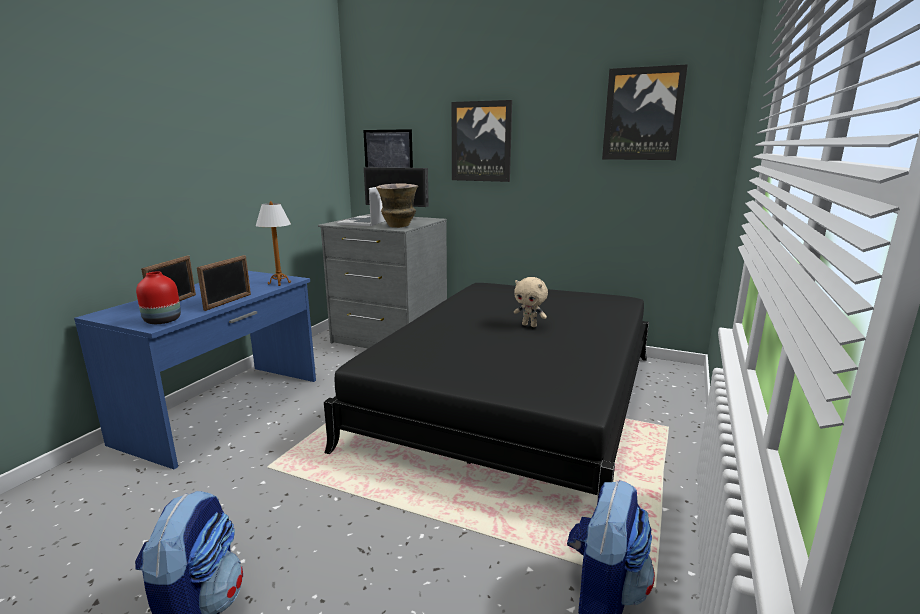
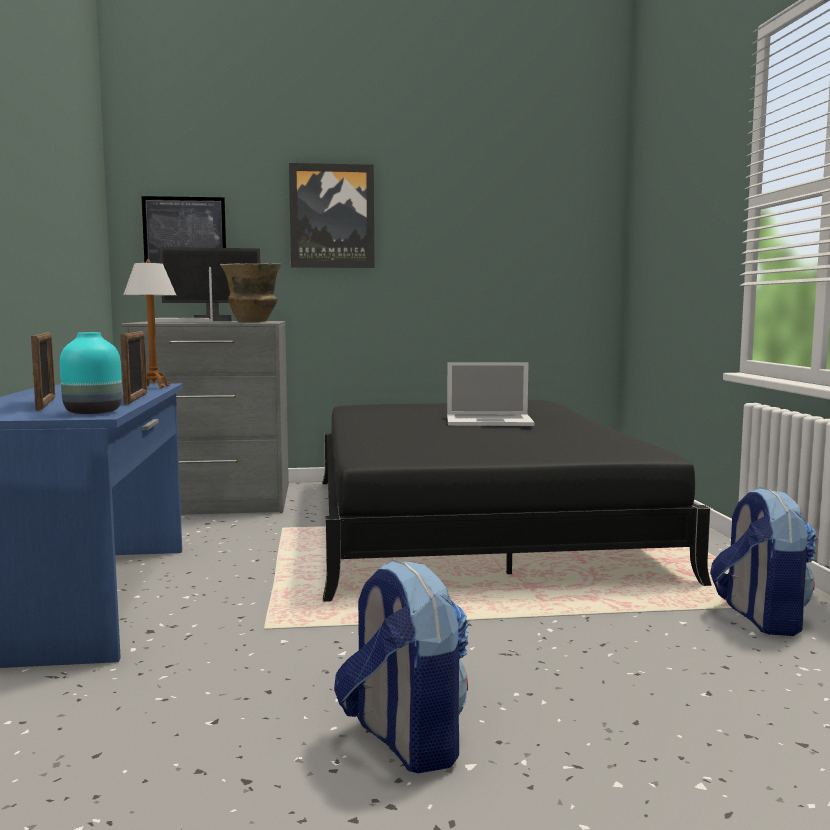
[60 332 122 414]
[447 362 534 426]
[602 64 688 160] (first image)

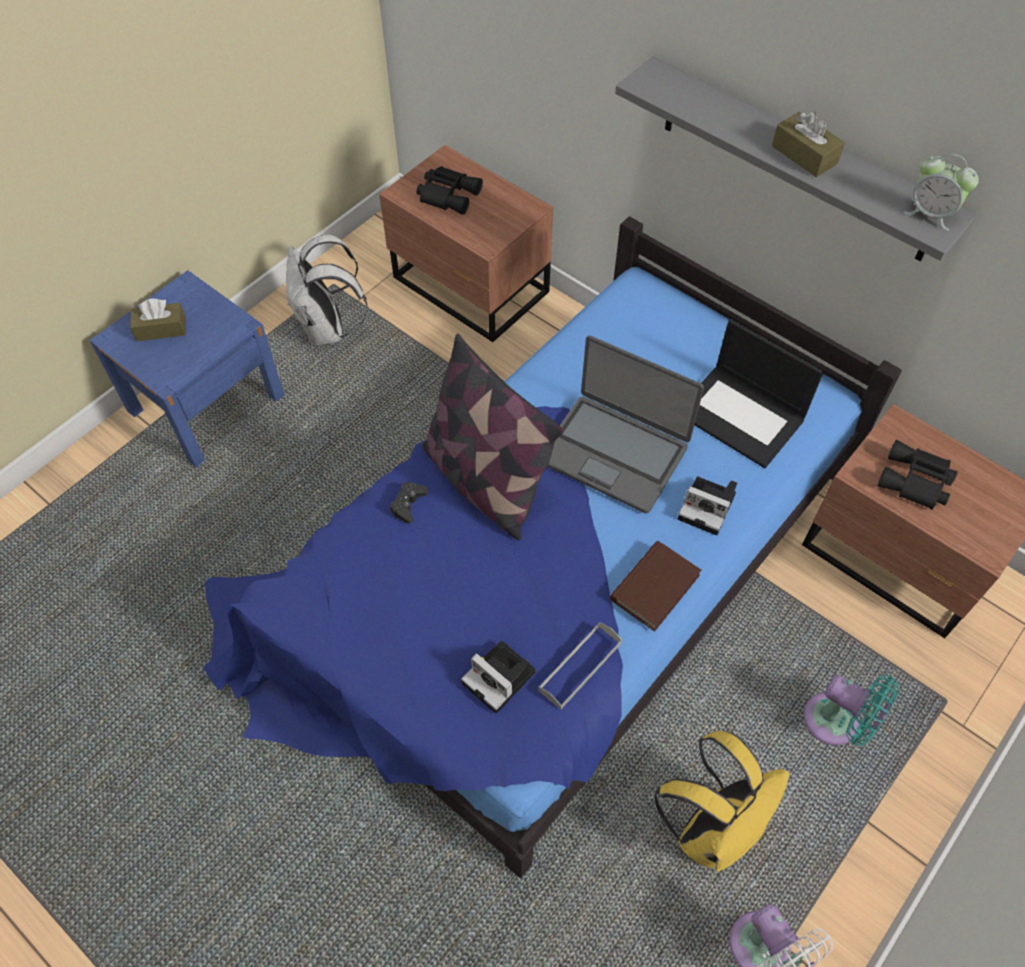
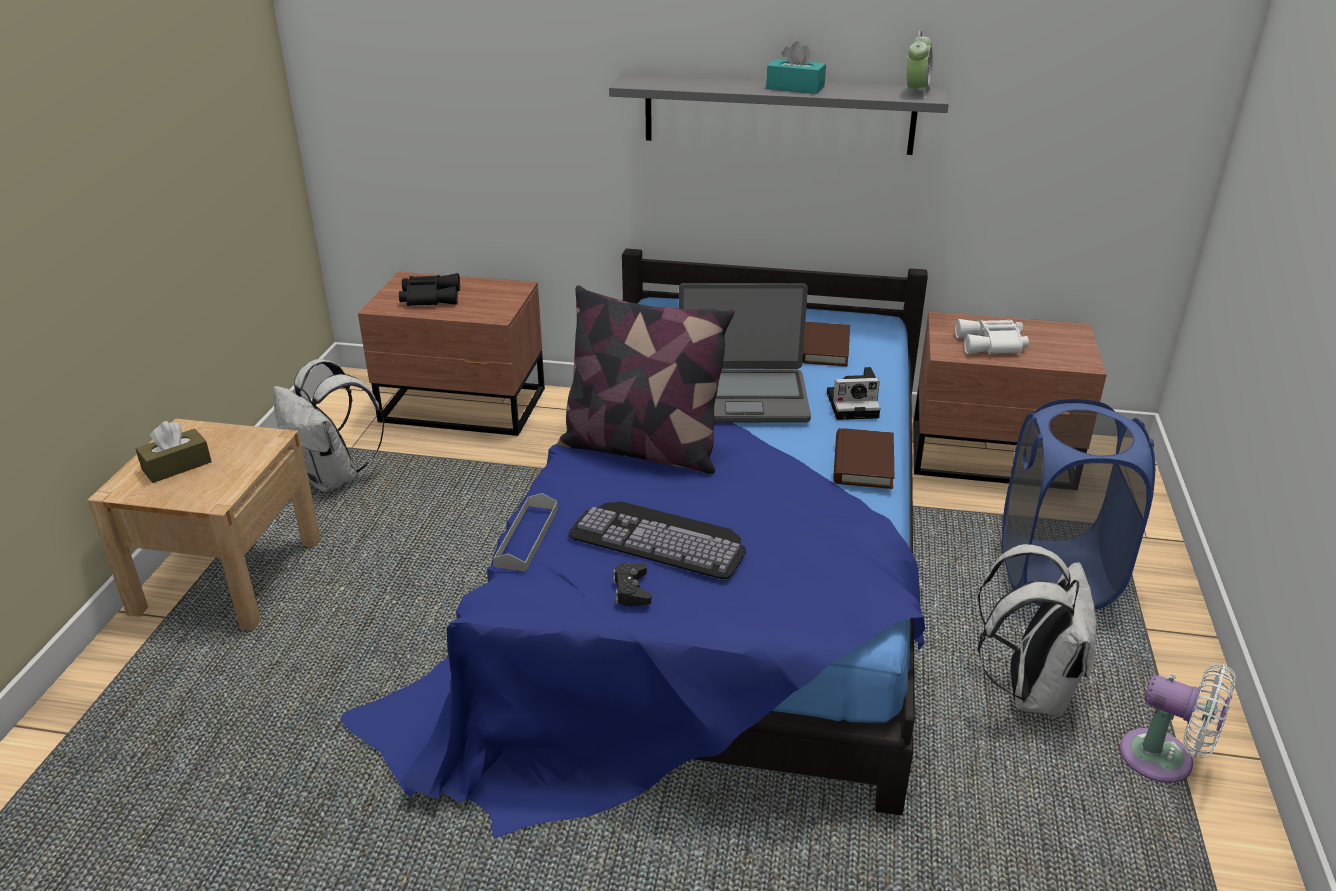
[87 419 321 631]
[493 493 558 572]
[568 501 746 579]
[613 563 652 606]
[766 41 826 94]
[802 322 850 366]
[906 31 933 98]
[955 319 1029 354]
[978 544 1097 717]
[1002 399 1155 610]
[461 641 536 713] (first image)

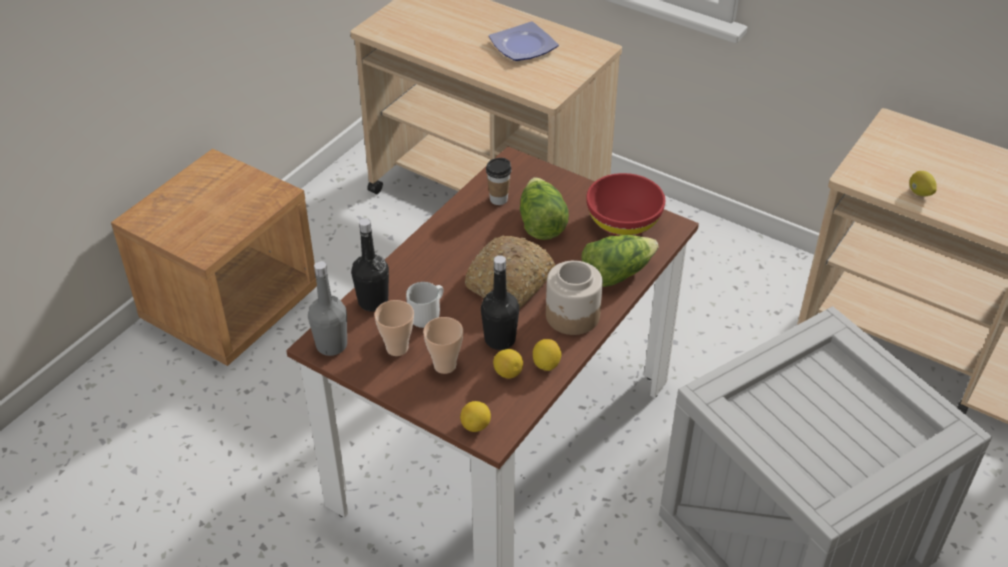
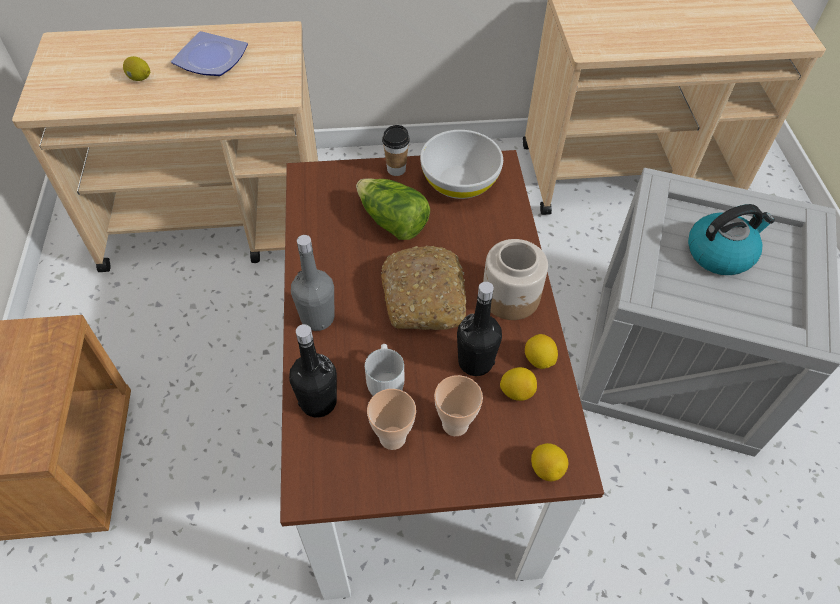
[123 56 150 81]
[291 235 334 331]
[382 125 410 176]
[420 130 503 199]
[688 204 775 275]
[581 235 658 287] (first image)

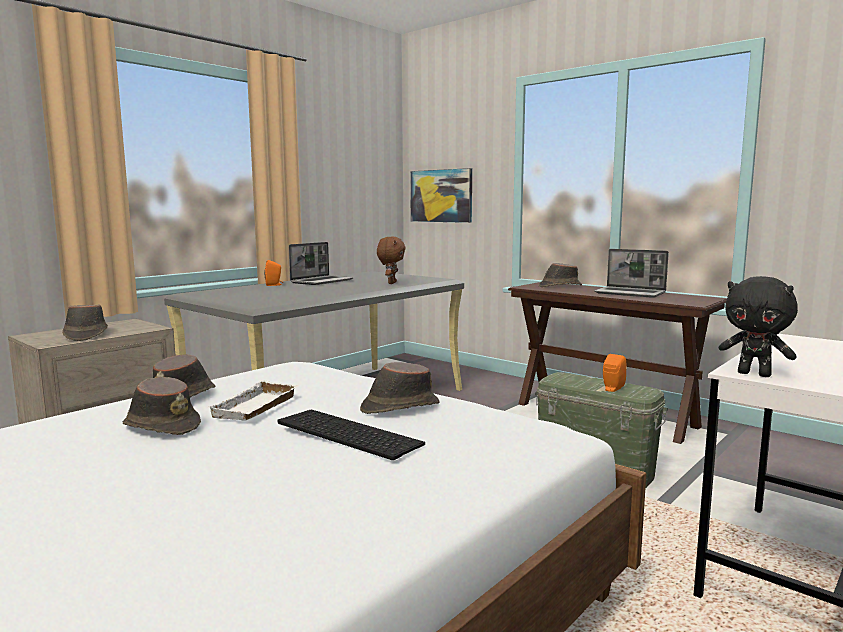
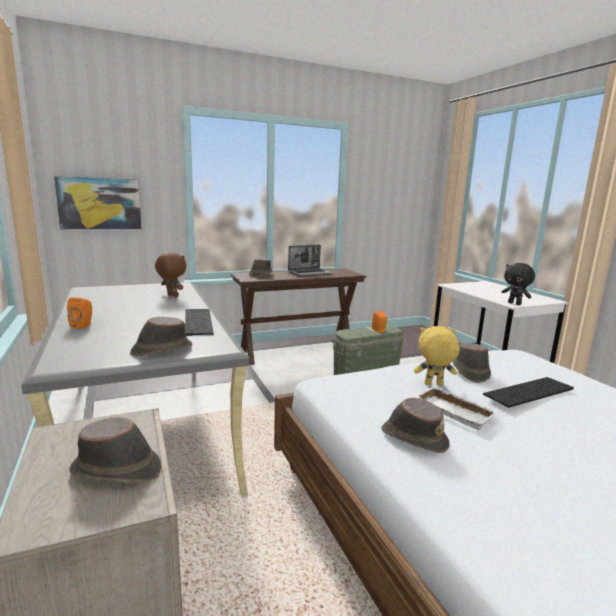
[130 317 192 357]
[185 309 214 336]
[414 326 460 386]
[502 263 535 305]
[289 242 353 285] (first image)

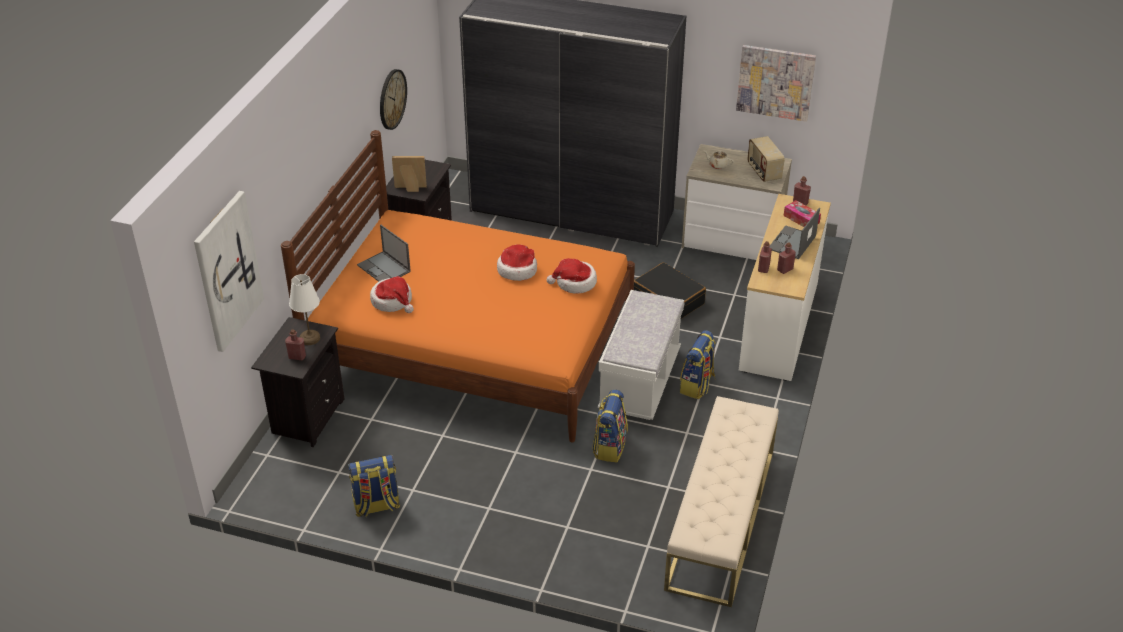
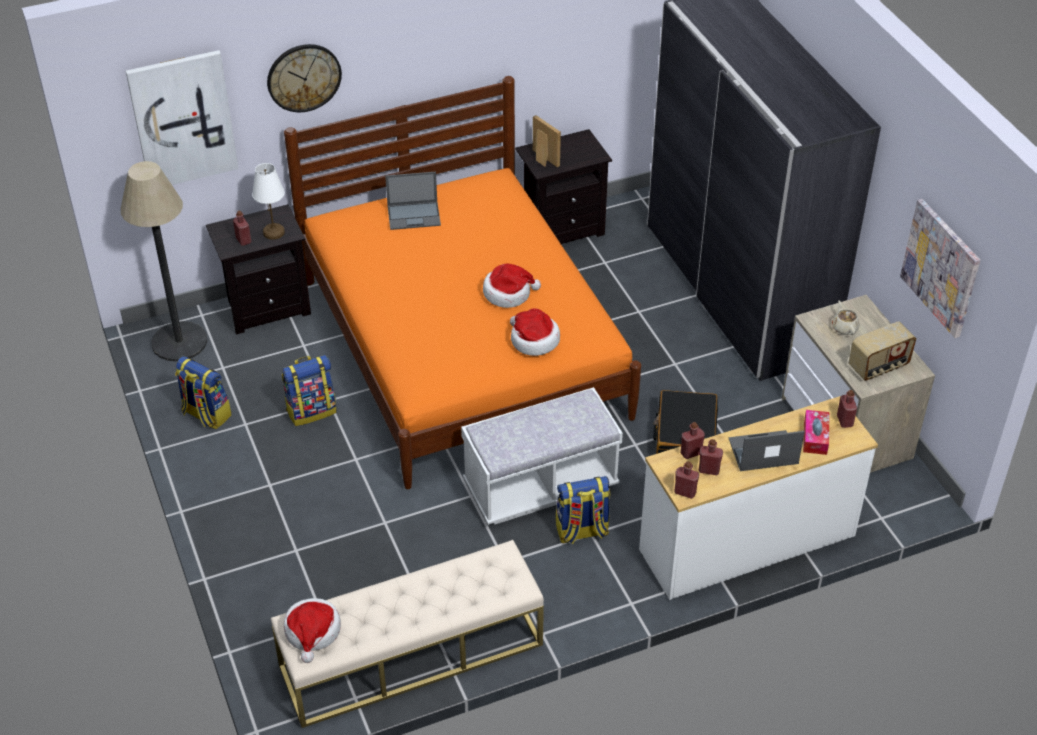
[121 161 207 361]
[267 44 342 112]
[282 355 337 426]
[284 598 341 663]
[385 172 441 230]
[674 461 699 499]
[849 321 916 381]

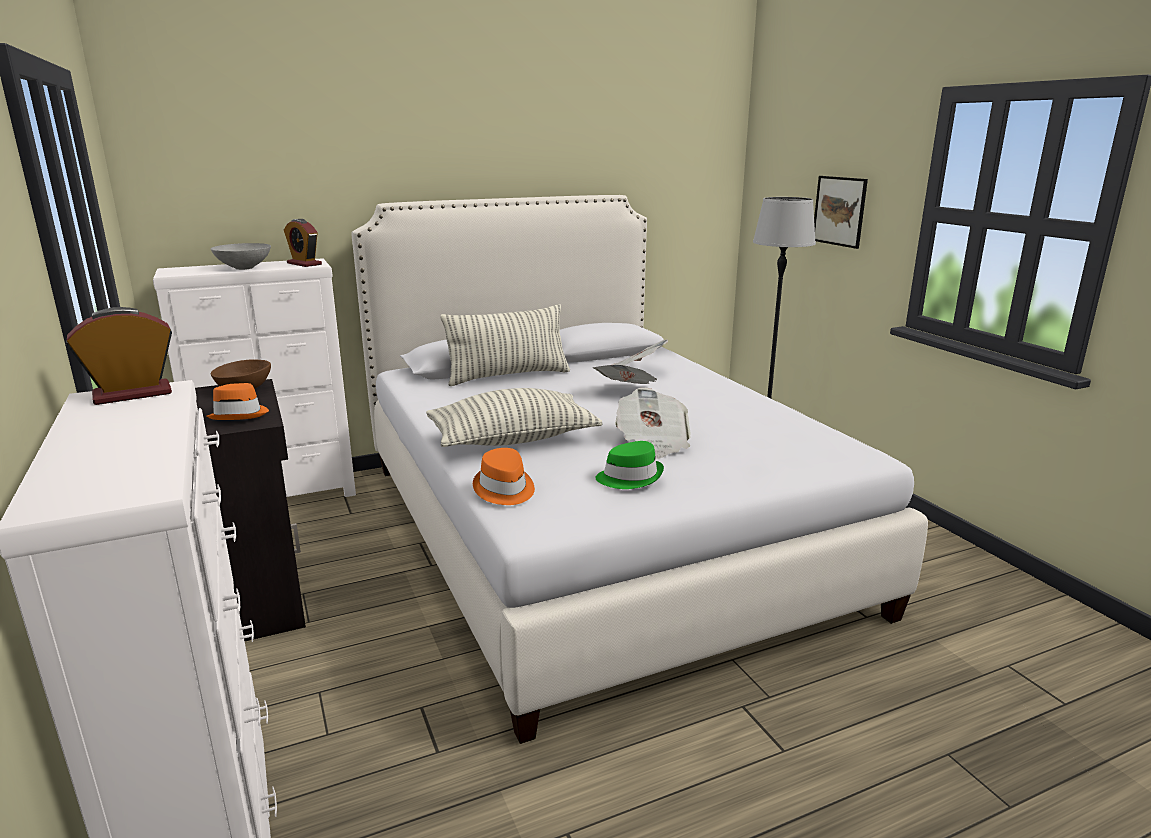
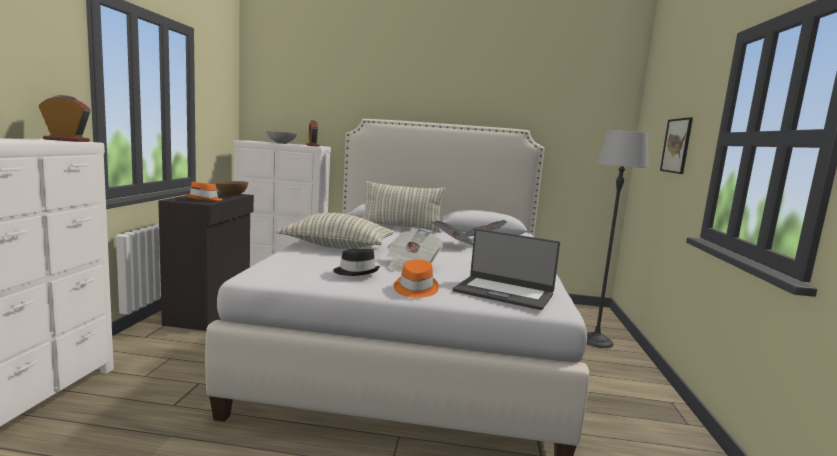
[334 249 380 276]
[394 260 439 298]
[453 229 560 310]

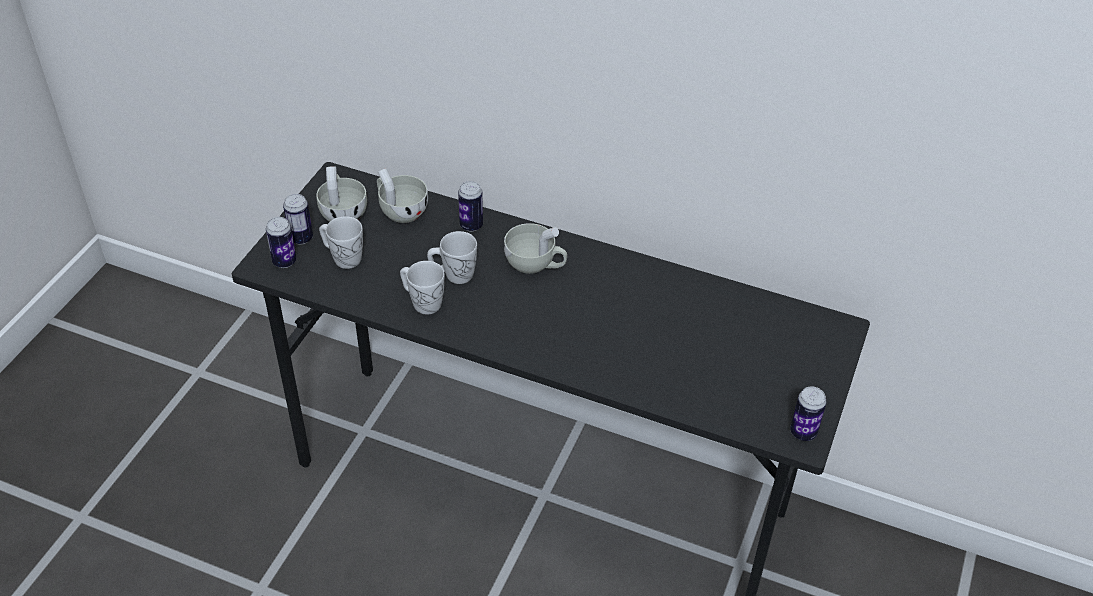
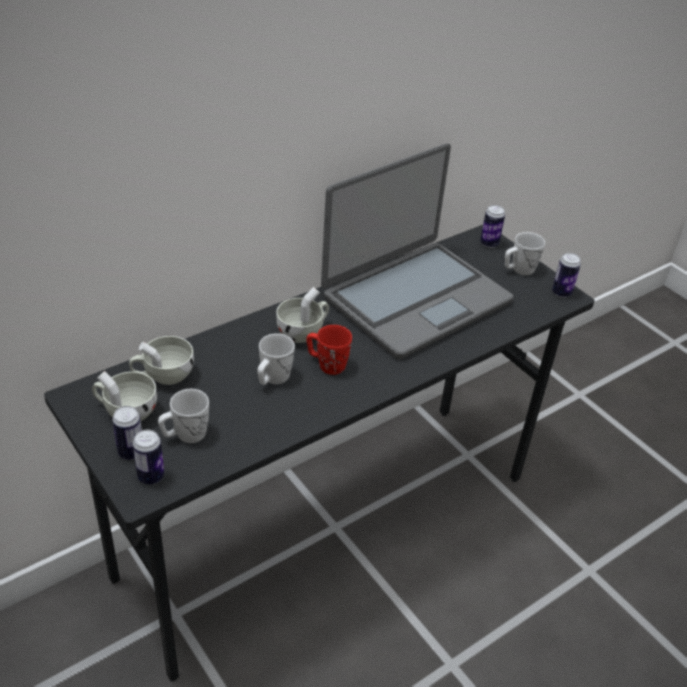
[306 325 352 375]
[321 143 513 359]
[480 205 505 248]
[505 232 545 275]

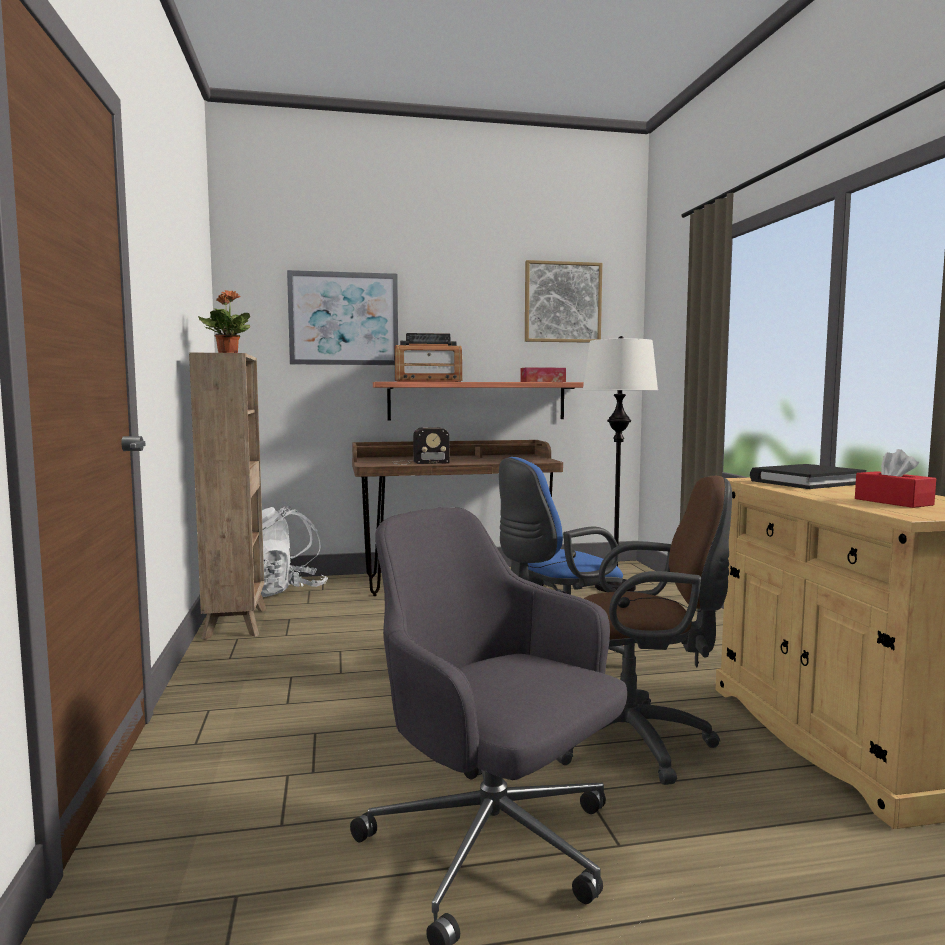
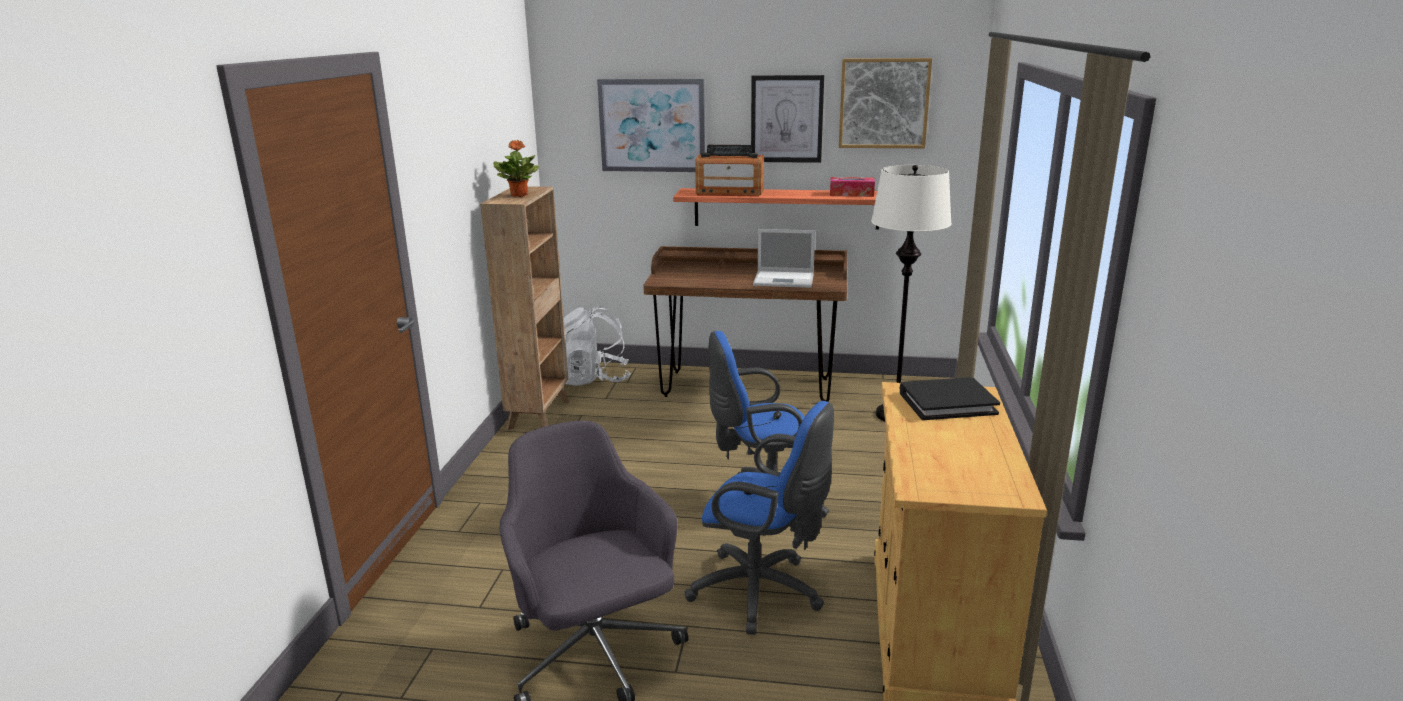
[684 401 834 635]
[751 75 824 163]
[753 229 815 288]
[392 427 450 465] (first image)
[855 449 936 508] (first image)

